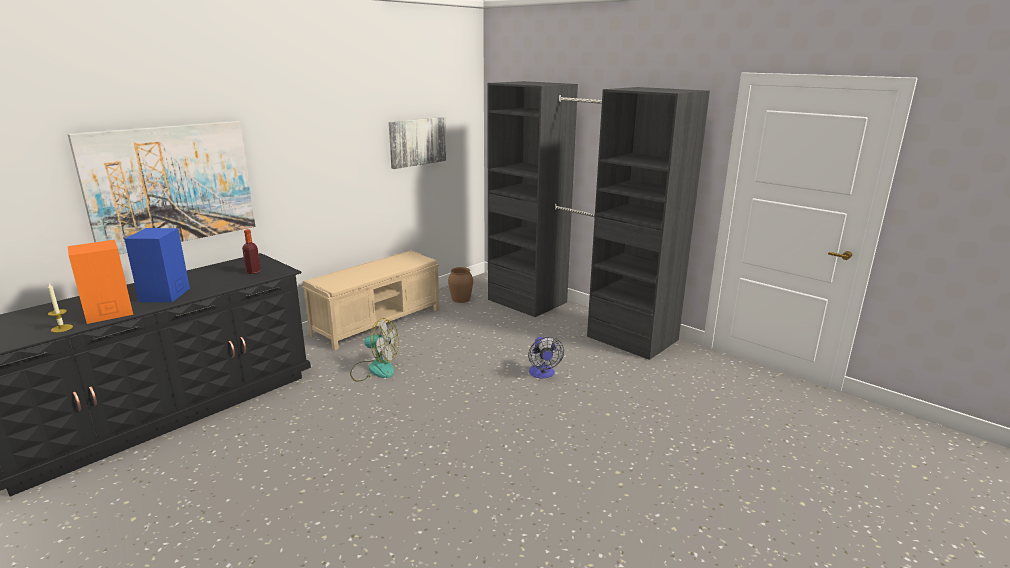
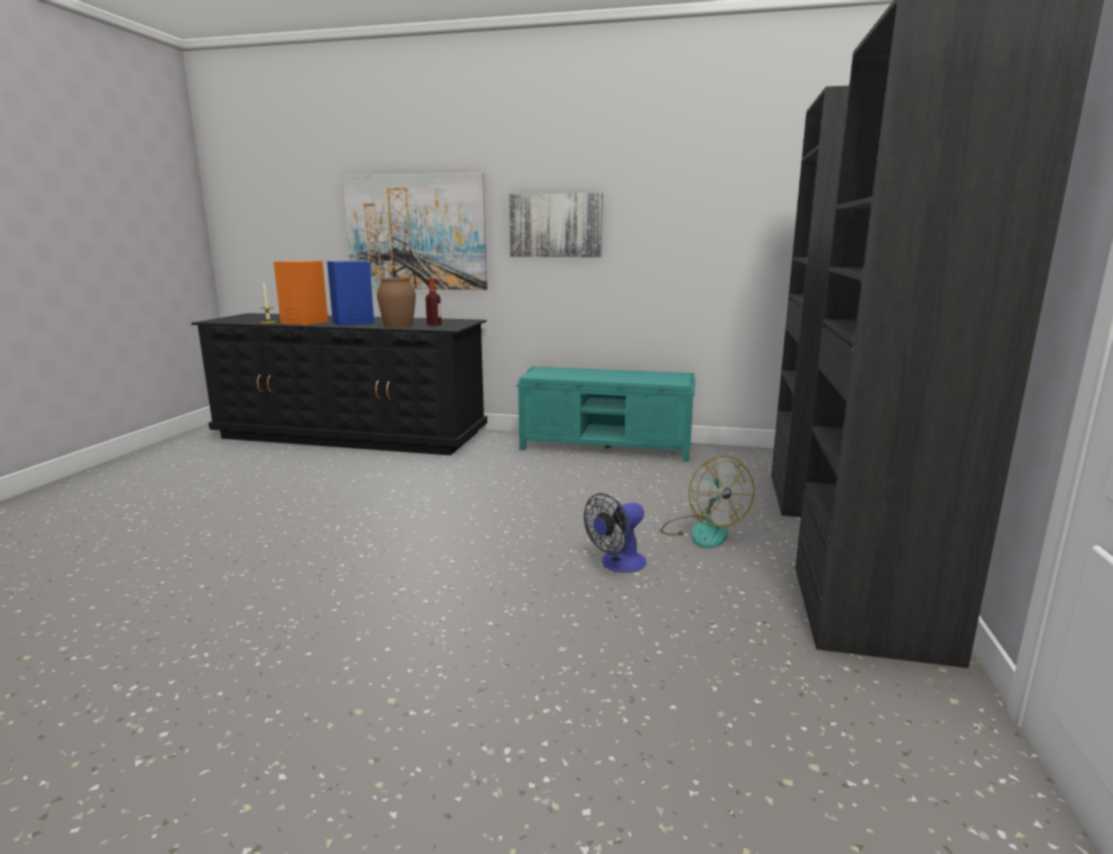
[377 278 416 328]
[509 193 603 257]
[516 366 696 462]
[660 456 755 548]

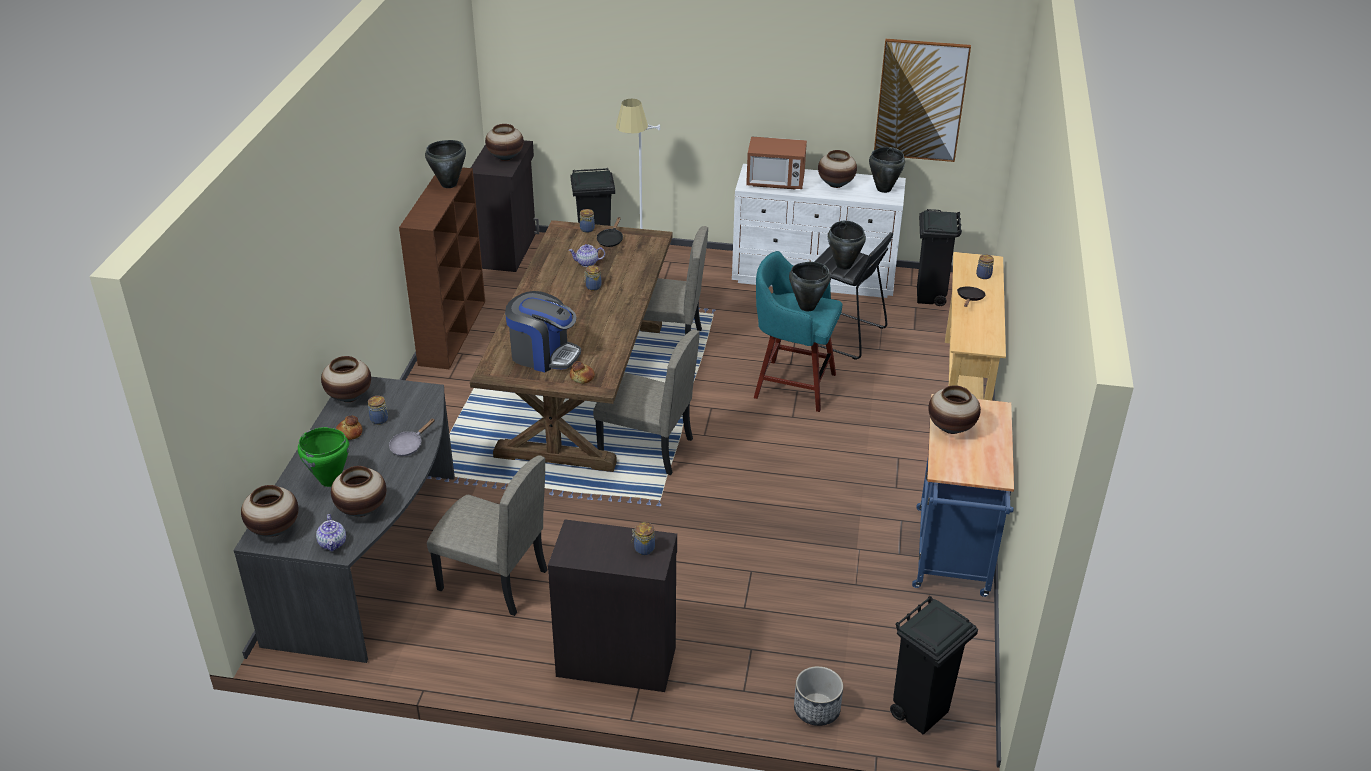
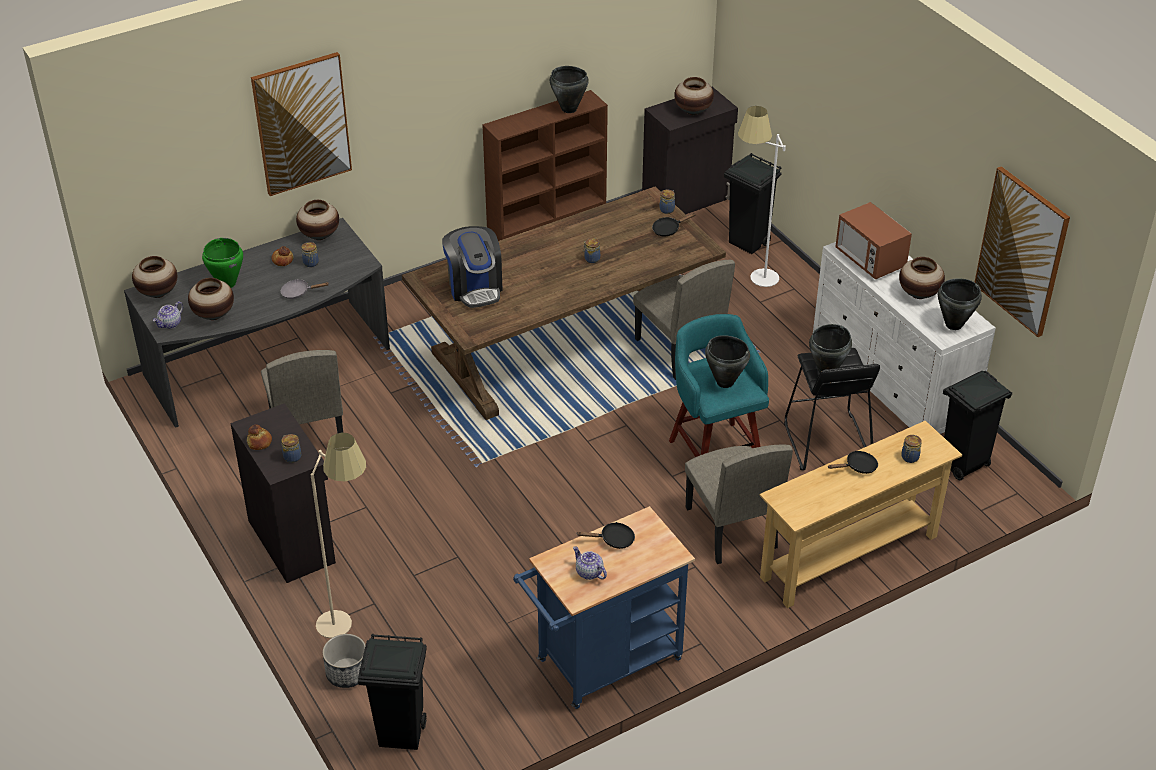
[247 425 272 450]
[251 52 352 196]
[310 433 366 638]
[573 546 607 580]
[576 522 635 549]
[685 445 793 564]

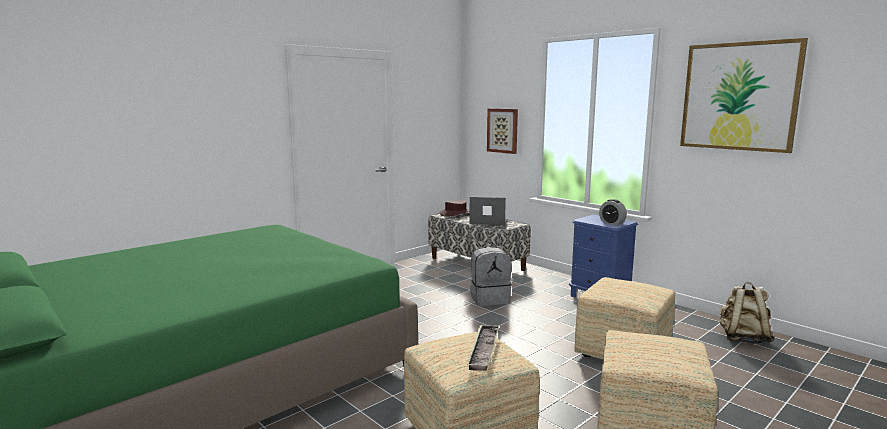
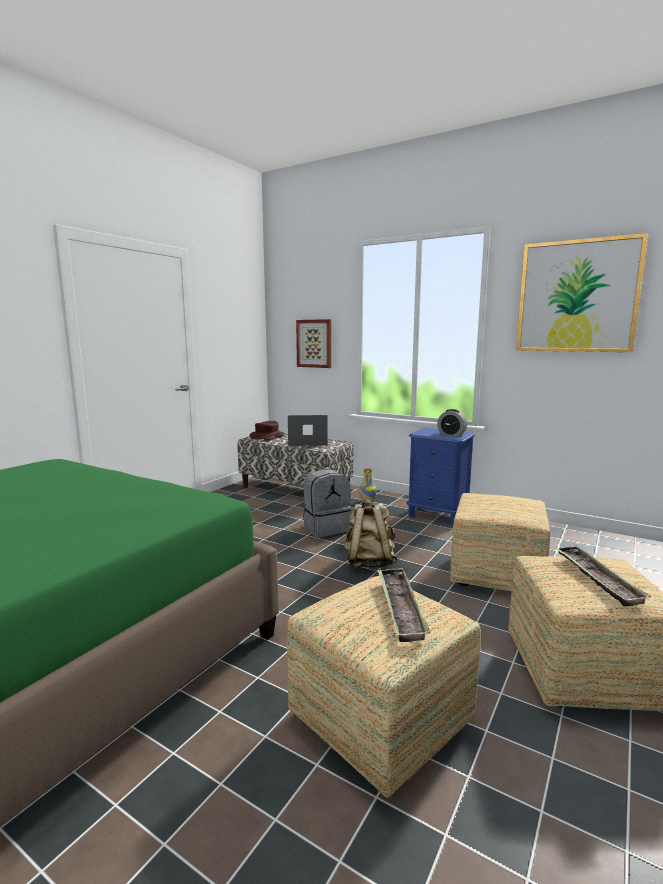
[344 500 398 569]
[358 468 377 503]
[555 546 651 607]

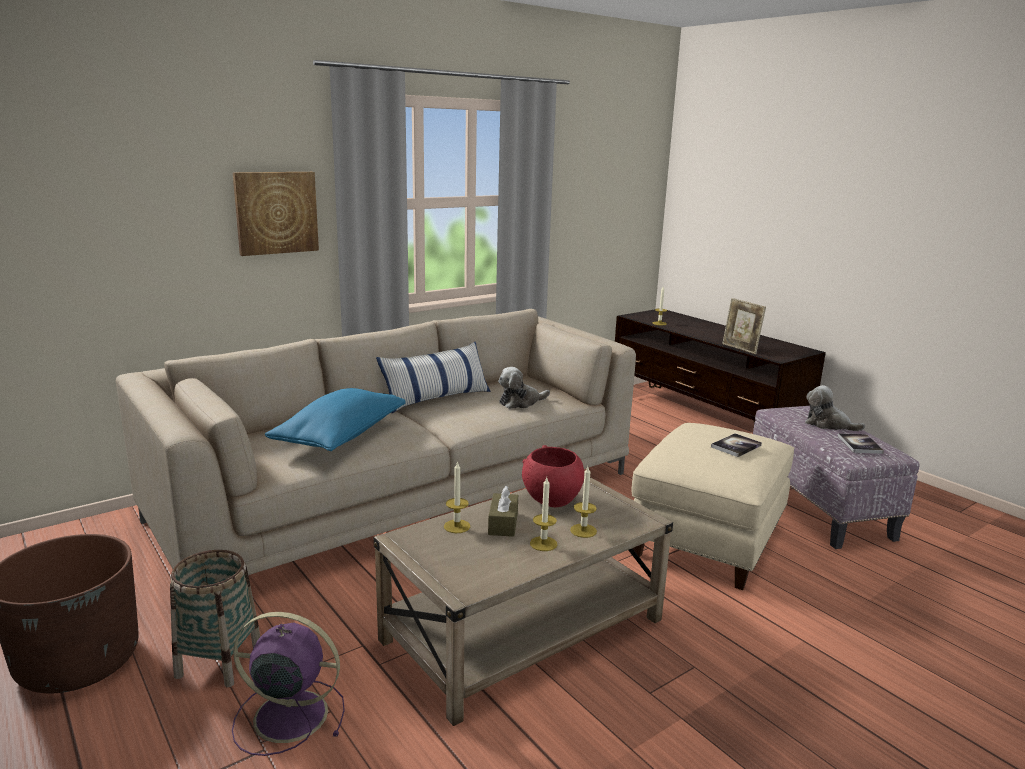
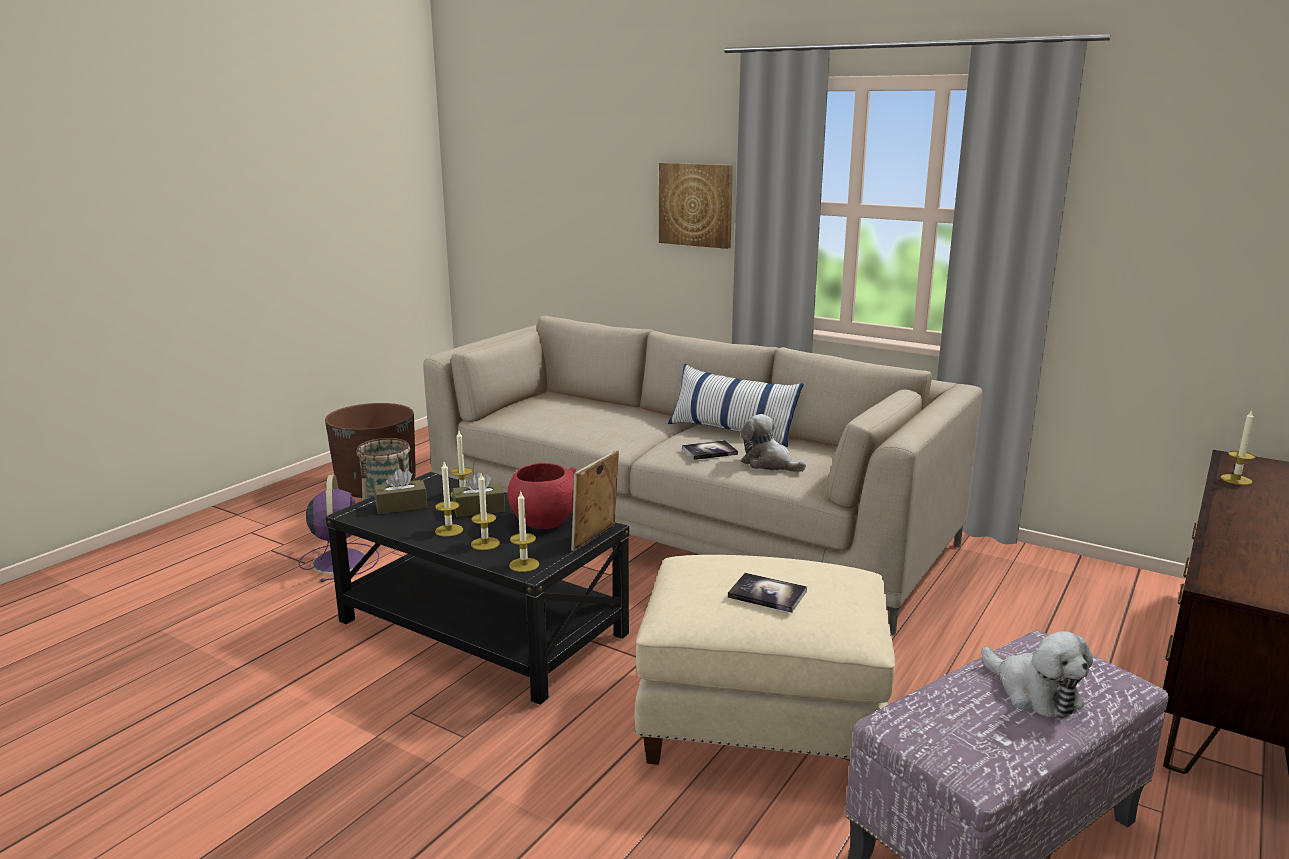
[326 472 629 705]
[374 468 427 514]
[509 492 539 572]
[571 450 619 551]
[682 440 738 460]
[981 631 1093 718]
[265 388 406 451] (first image)

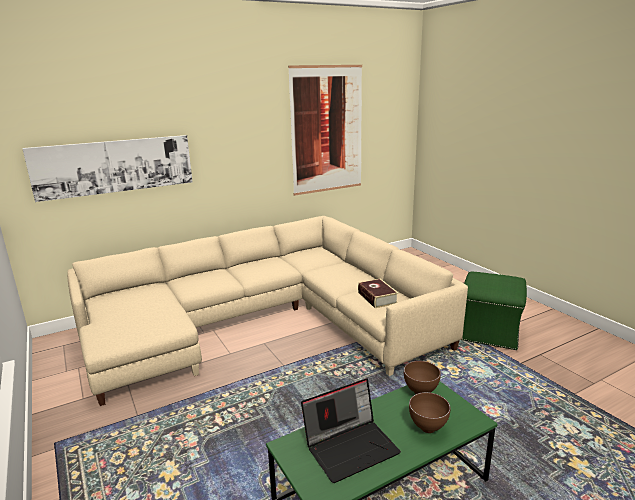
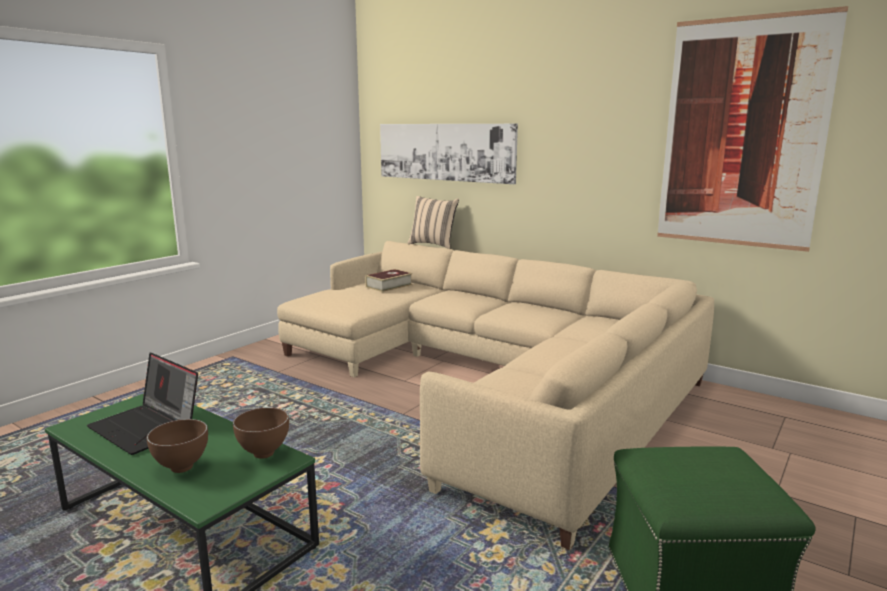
[365 269 413 292]
[408 196 459 249]

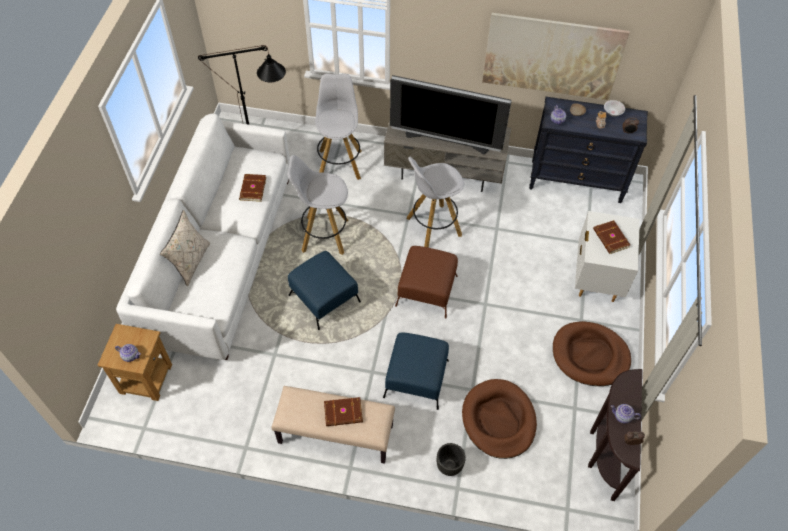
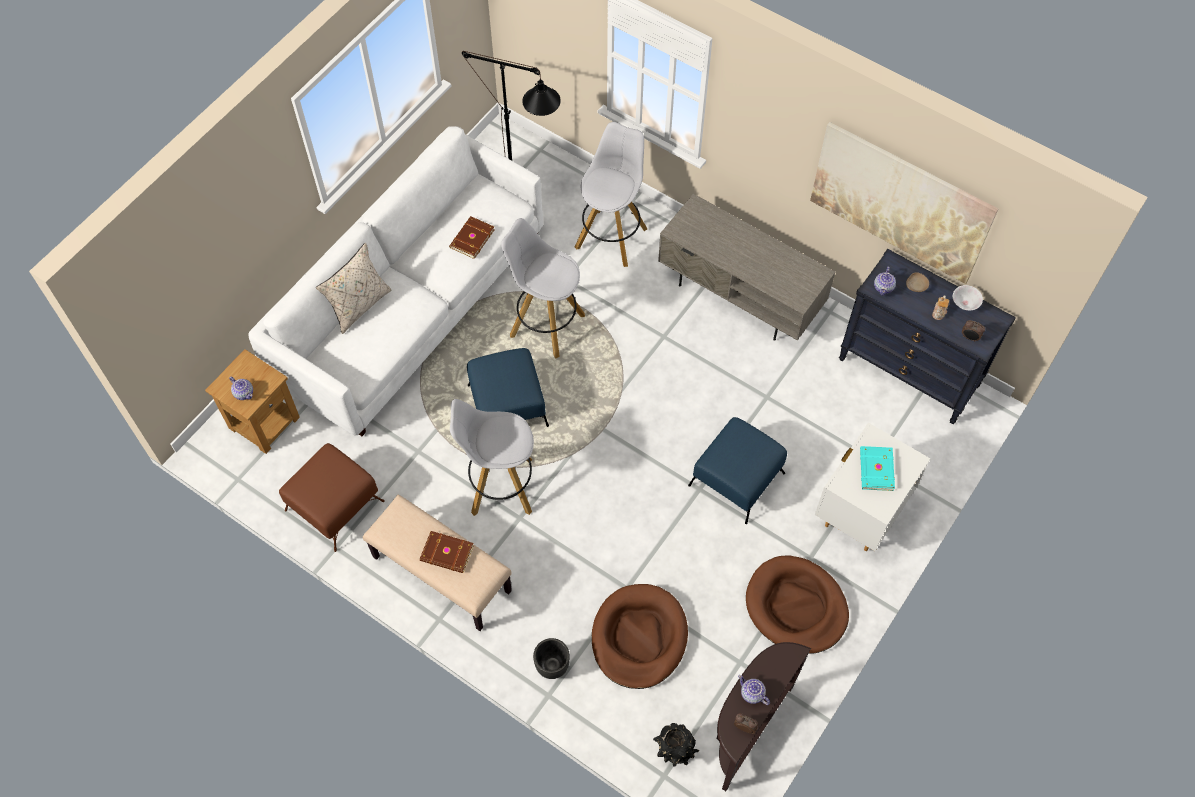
[279 443 385 552]
[450 399 534 516]
[653 723 699 767]
[688 417 787 524]
[860 446 895 491]
[390 75 512 154] (first image)

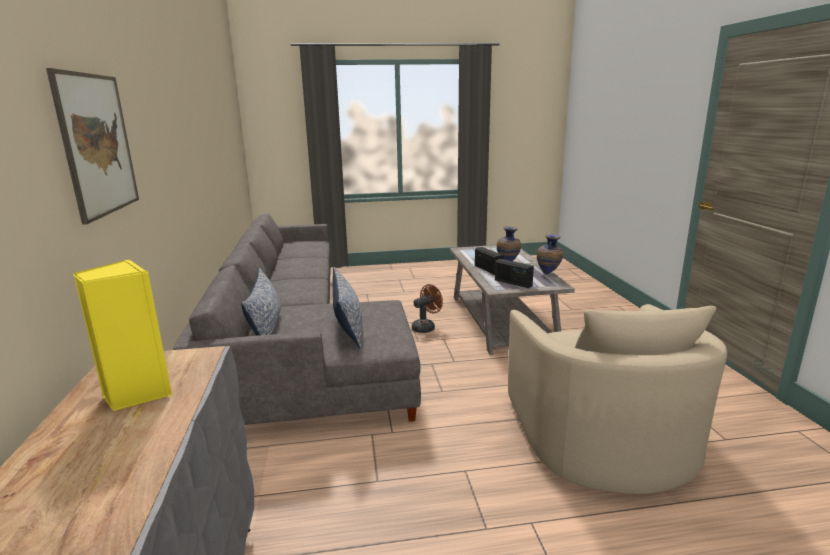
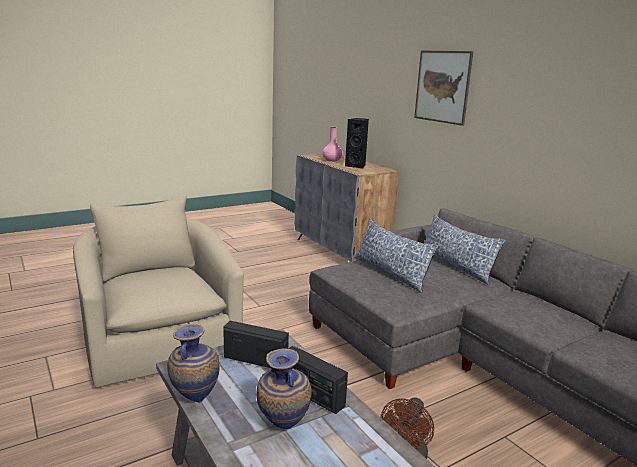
[322 127 343 162]
[345 118 369 168]

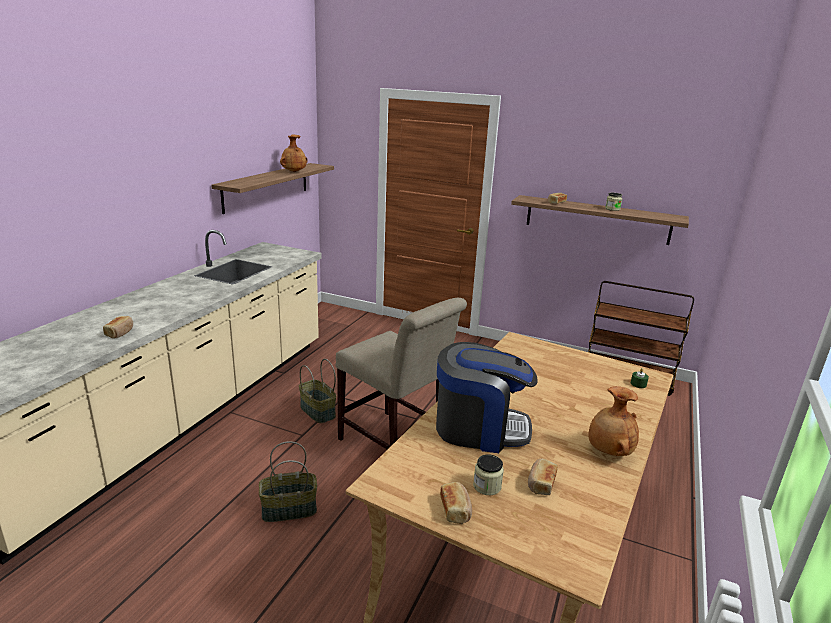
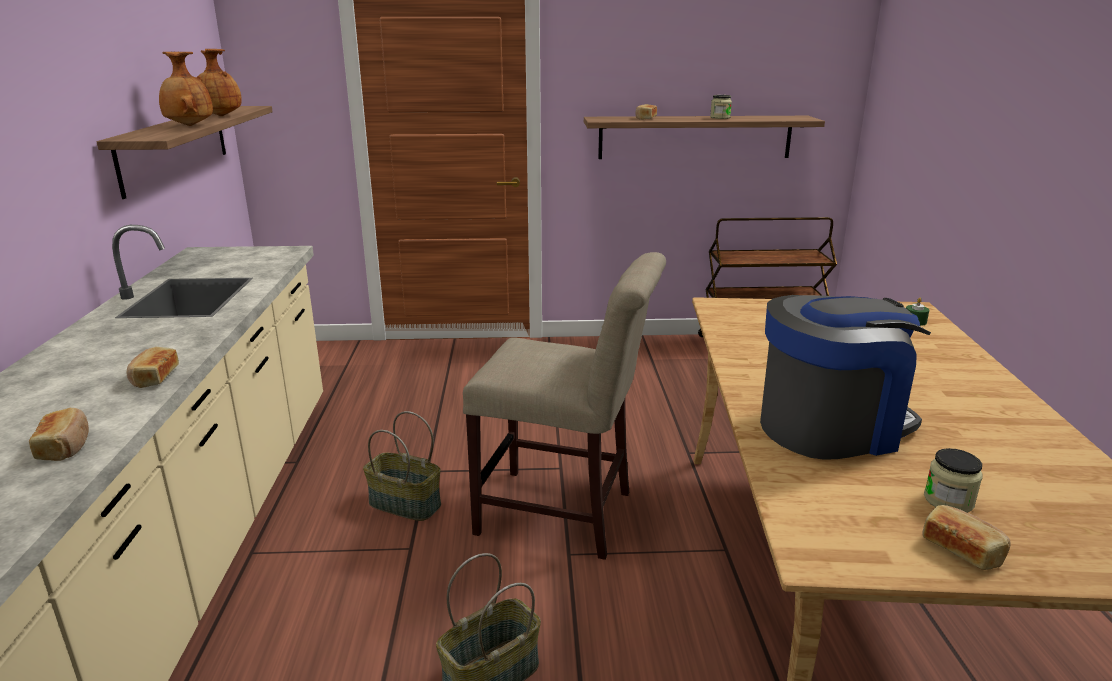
[127 347 179 388]
[159 52 213 126]

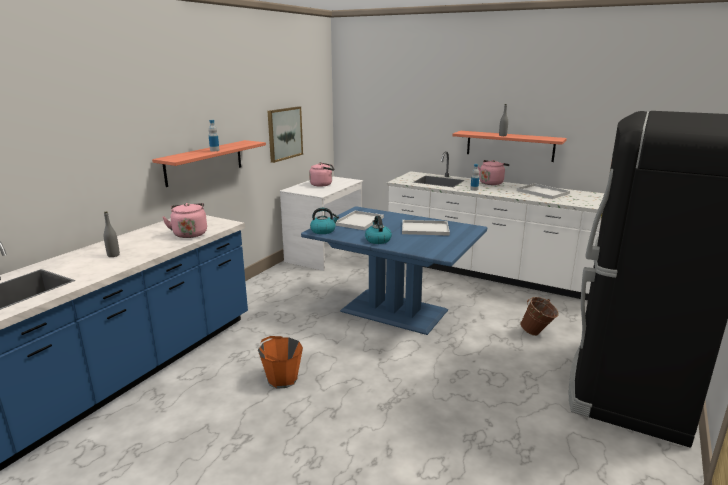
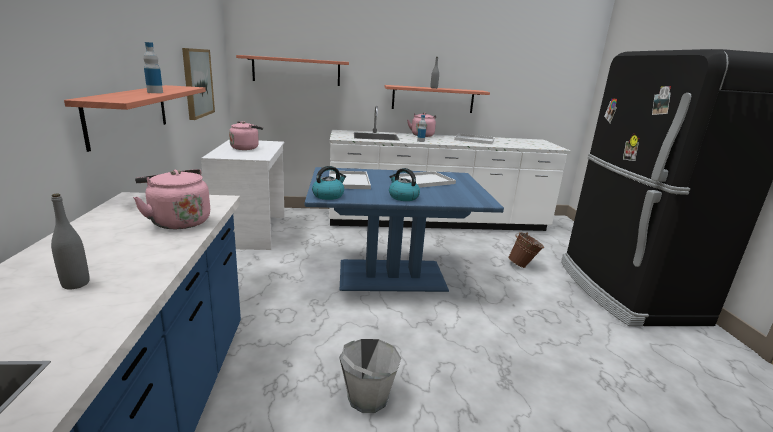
[236 55 349 86]
[339 339 401 413]

